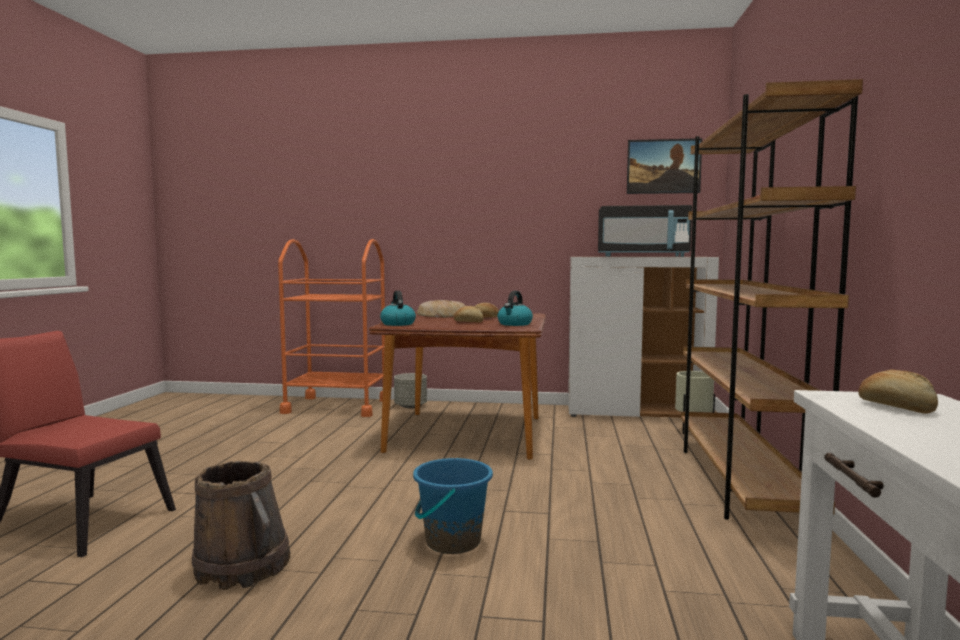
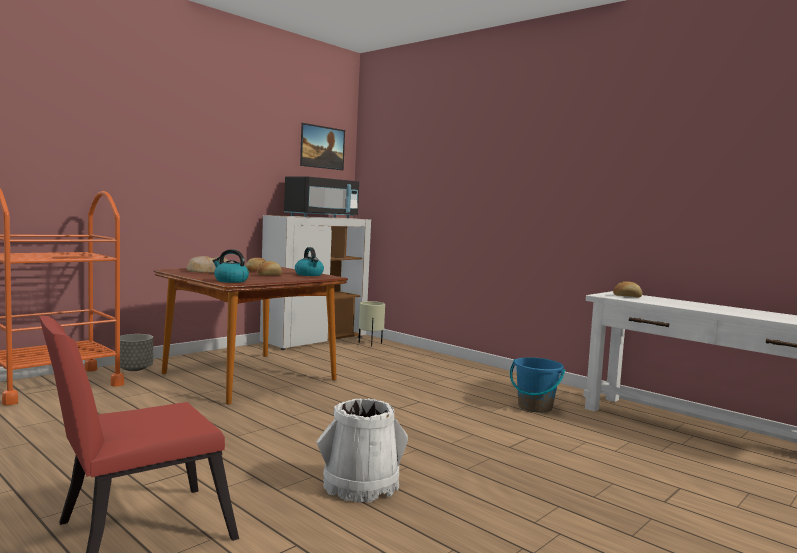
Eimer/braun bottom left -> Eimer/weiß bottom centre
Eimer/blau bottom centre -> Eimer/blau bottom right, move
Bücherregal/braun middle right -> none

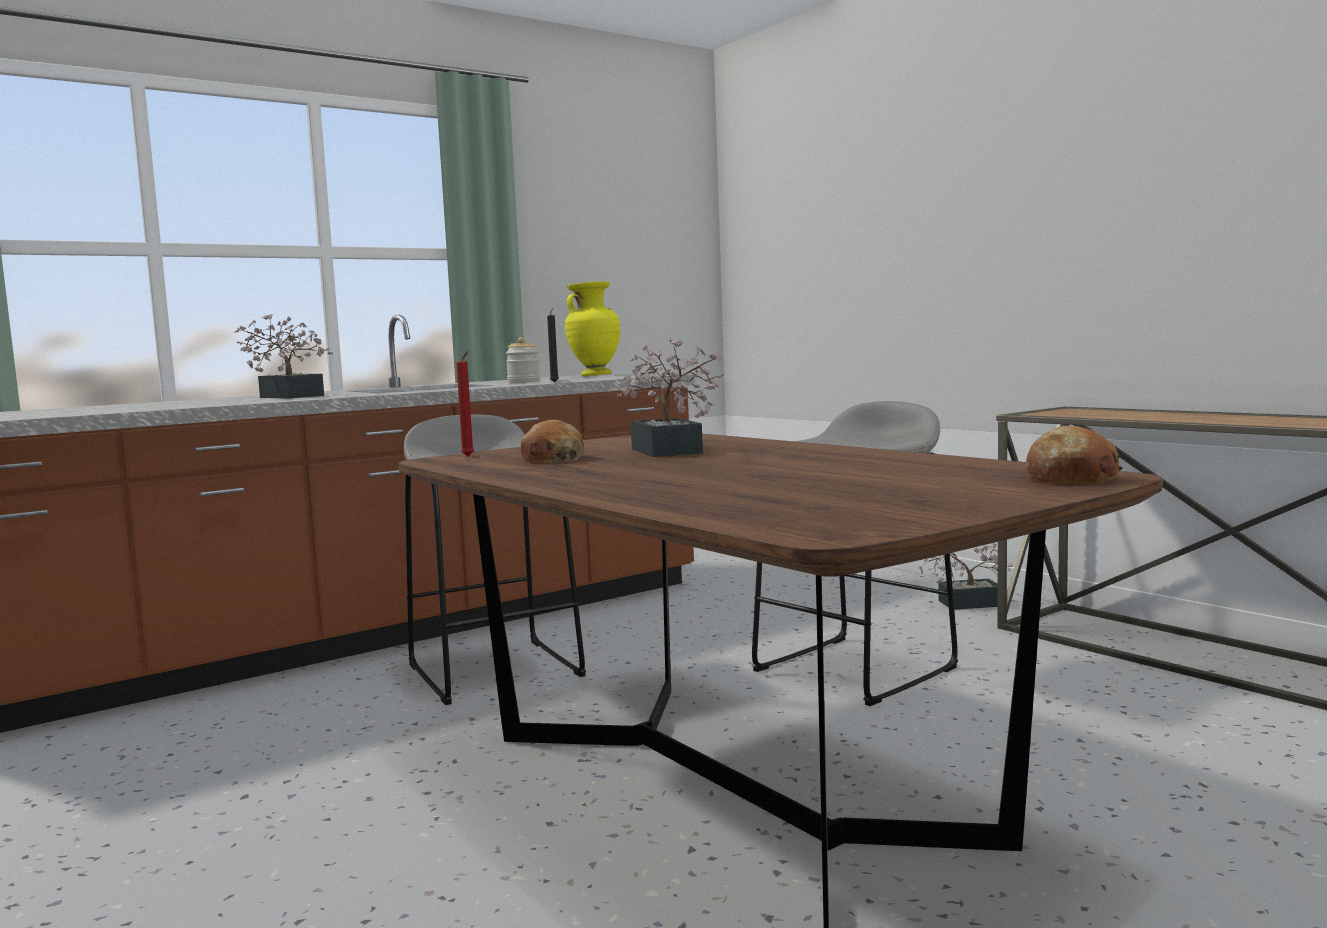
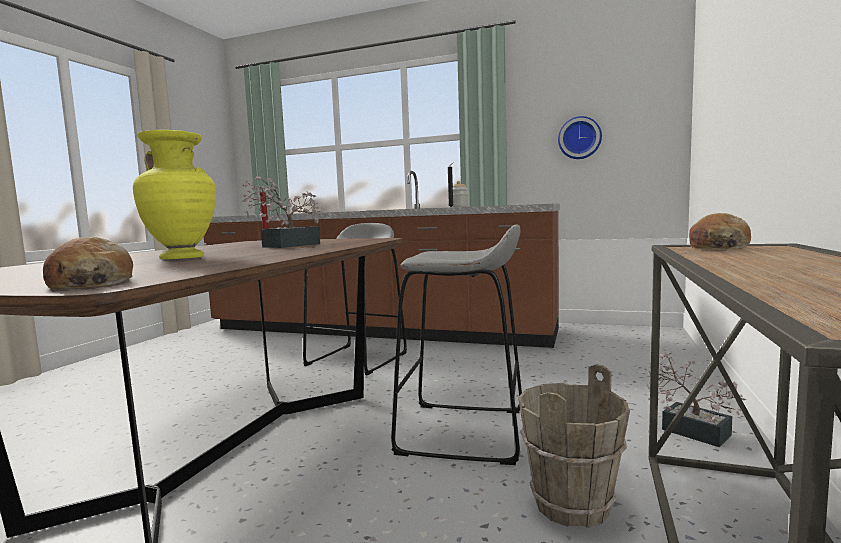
Topfpflanze (1st from left) middle left -> none
Brot (1st from left in the first image) centre -> Brot (2nd from left) middle right, move
Vase/gelb centre -> Vase/gelb middle left, move
none -> Eimer/braun bottom right
none -> Wanduhr top right

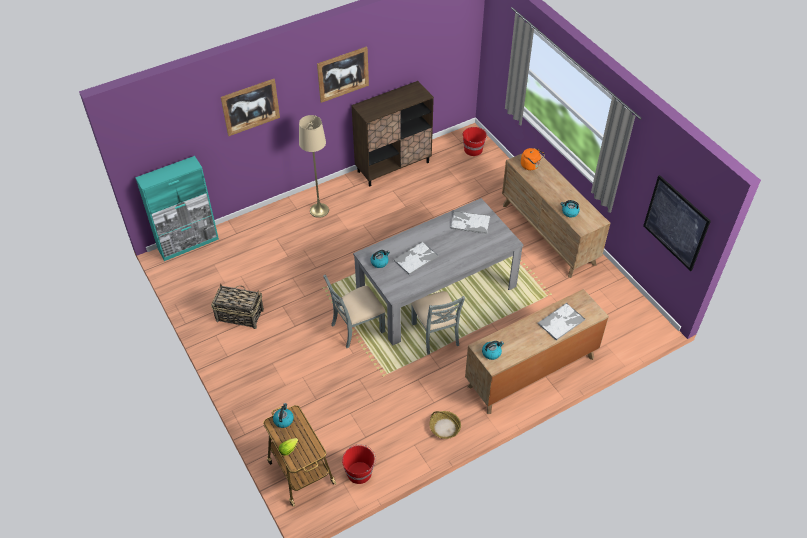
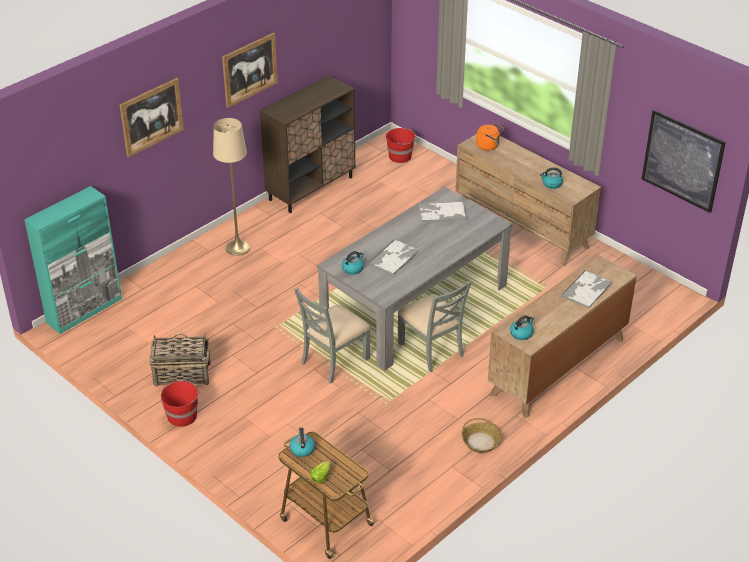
Eimer/rot (1st from left) bottom centre -> Eimer/rot (1st from left) bottom left, move

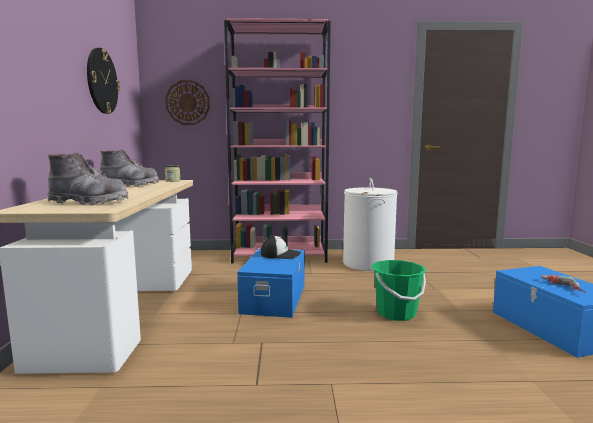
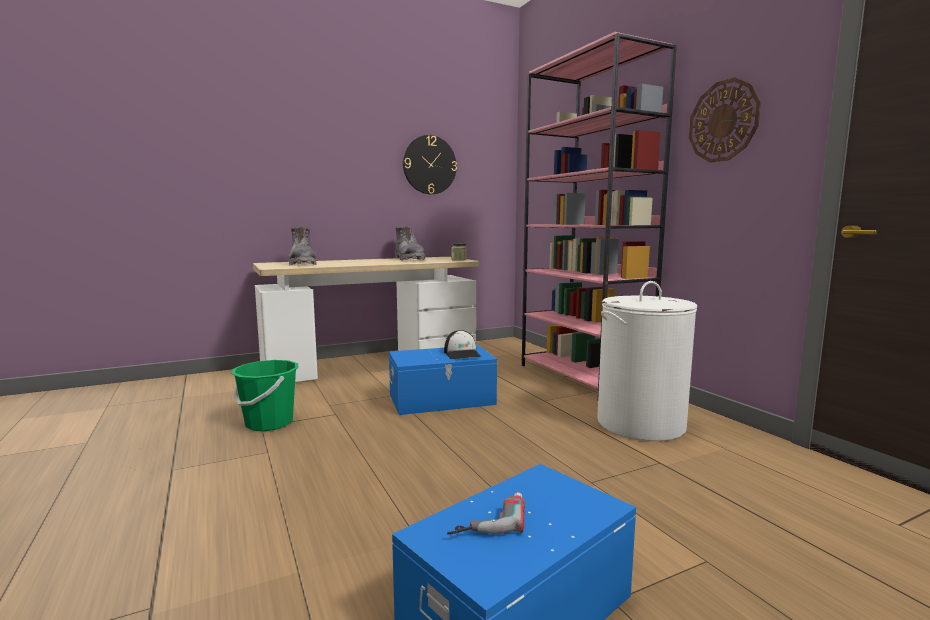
Wanduhr (2nd from left) top left -> Wanduhr (2nd from left) top right, move
Eimer/grün bottom right -> Eimer/grün middle left, move

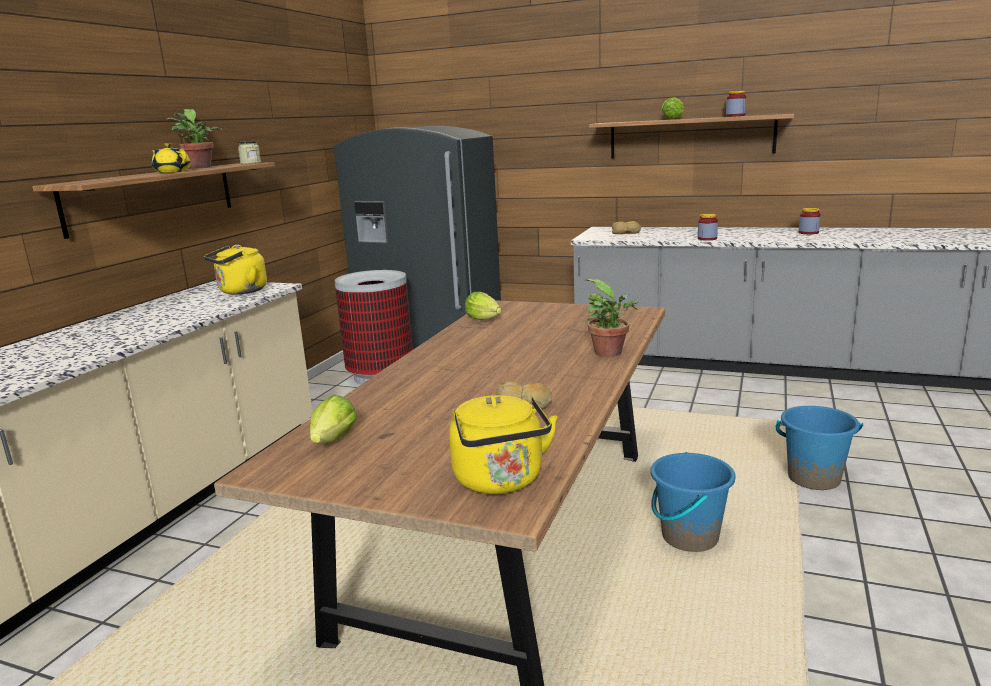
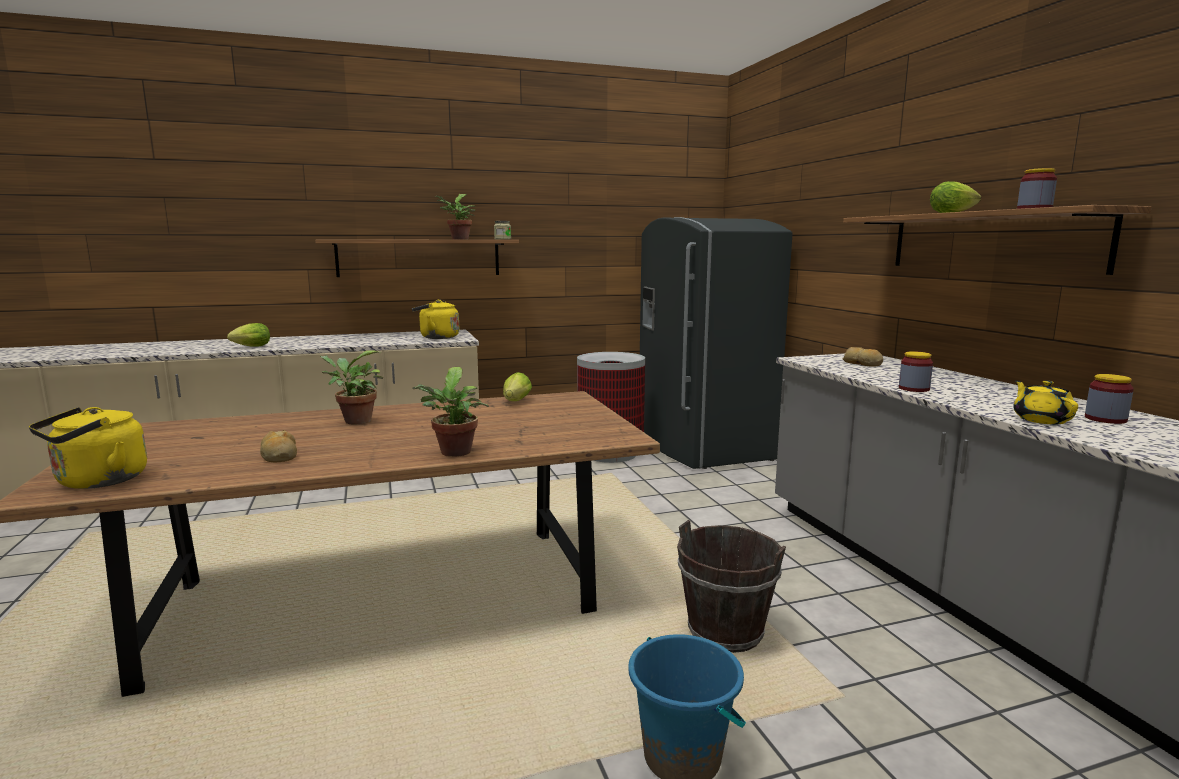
Teekanne/gelb top left -> Teekanne/gelb middle right, move
Salatkopf (1st from left) centre -> Salatkopf (1st from left) middle left, move
Eimer/blau (1st from left) bottom right -> none
none -> Topfpflanze (1st from left) middle left
none -> Eimer/braun bottom centre

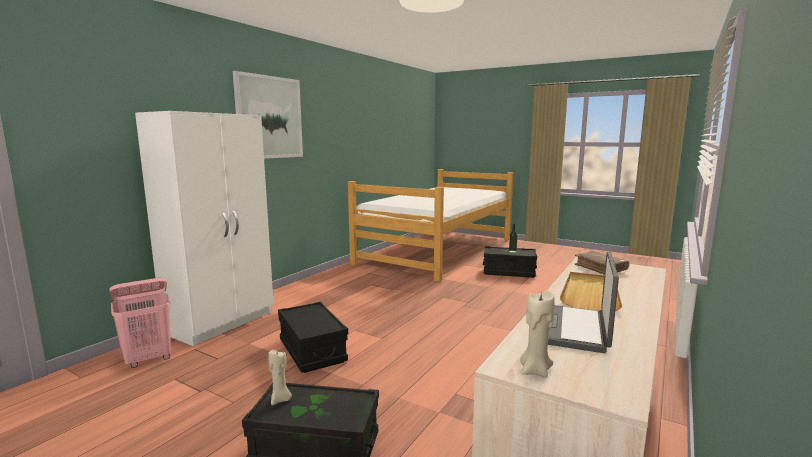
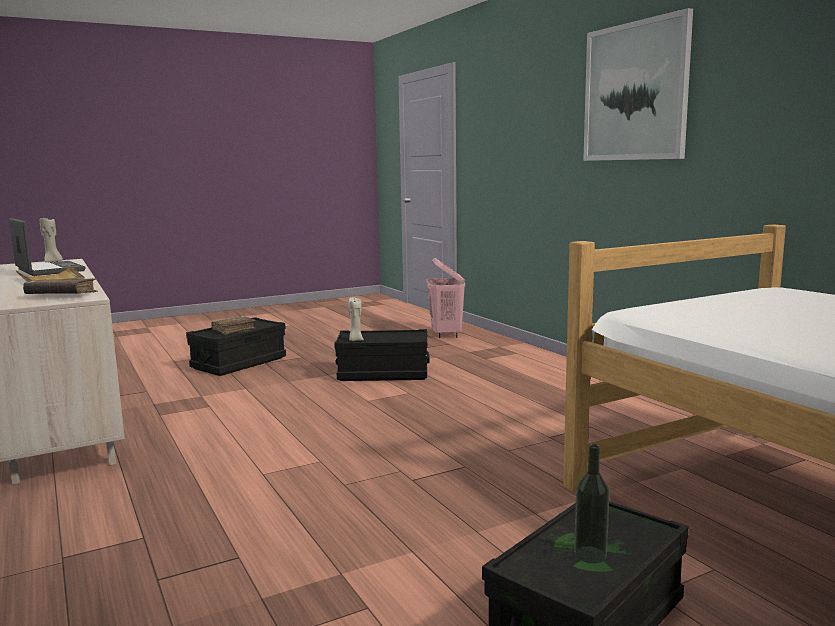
Kleiderschrank/weiß middle left -> none
Kerze/beige (1st from left in the first image) bottom centre -> Kerze/beige (2nd from left) centre, move
none -> Buch/braun (2nd from left) middle left

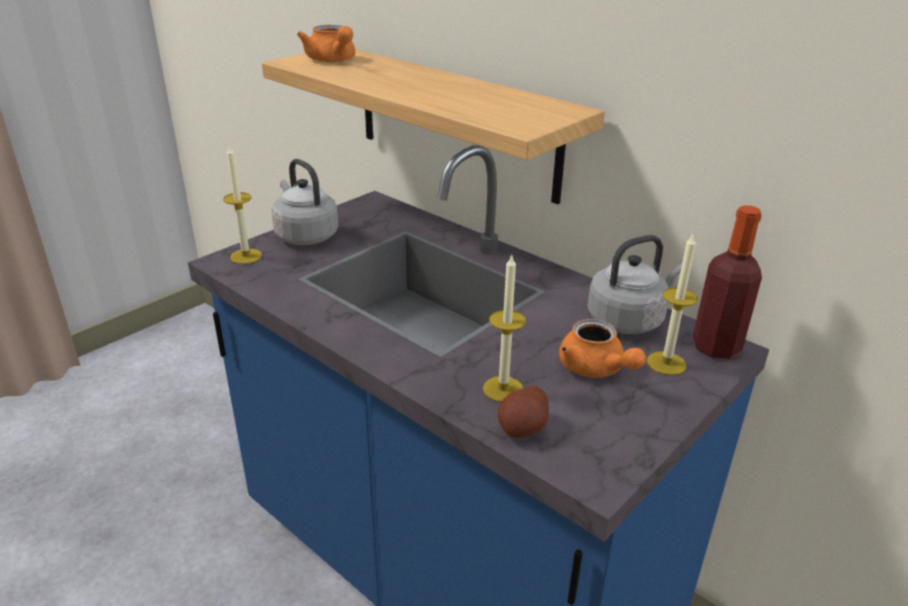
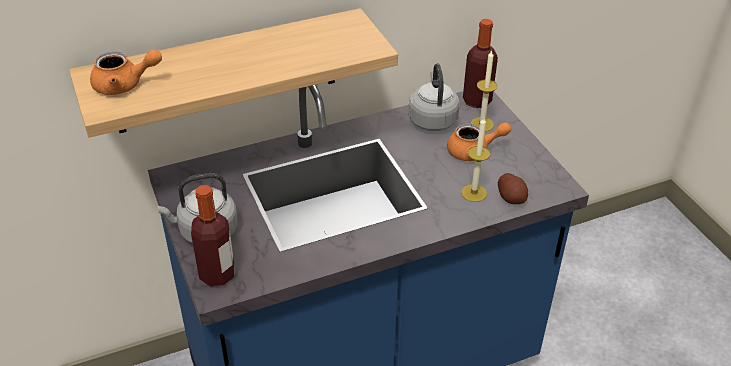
Kerze (1st from left) middle left -> Flasche (1st from left) middle left

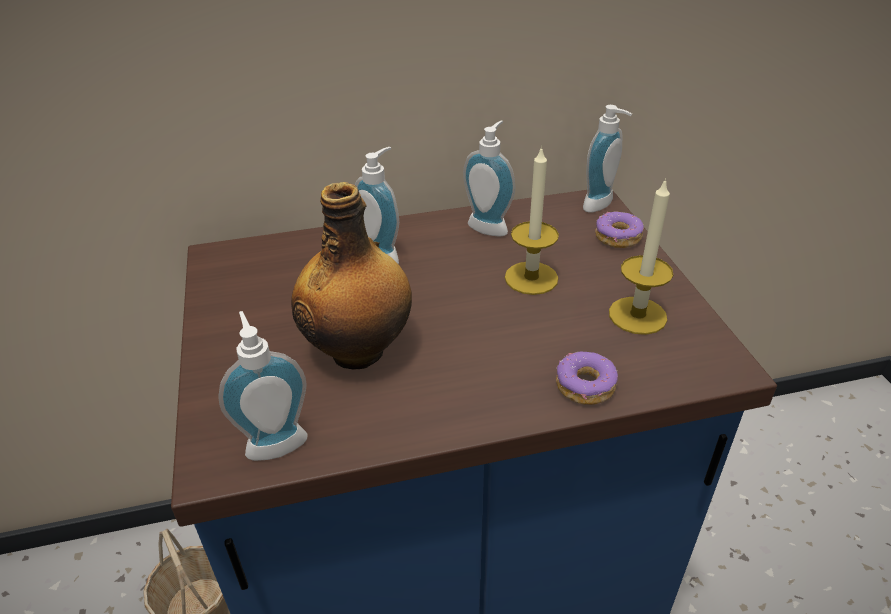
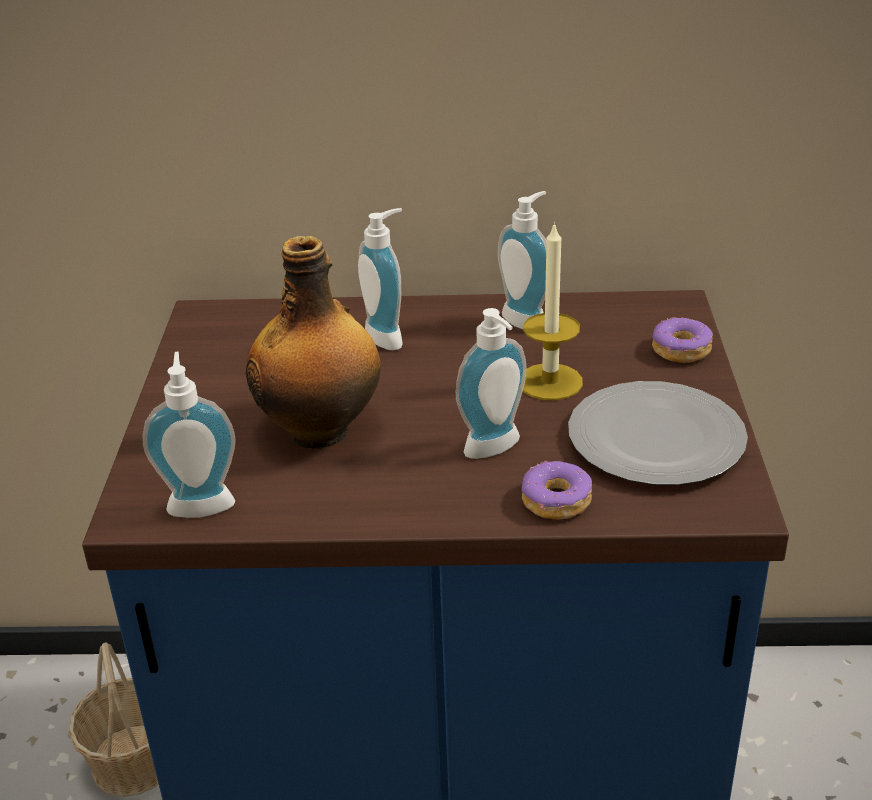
Seifenspender (4th from left in the first image) top right -> Seifenspender (3rd from left) centre, move
Kerze (2nd from left) middle right -> Teller middle right

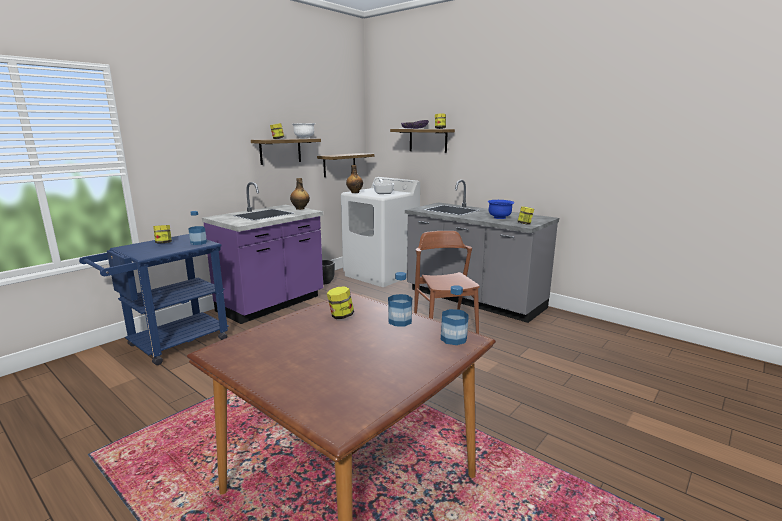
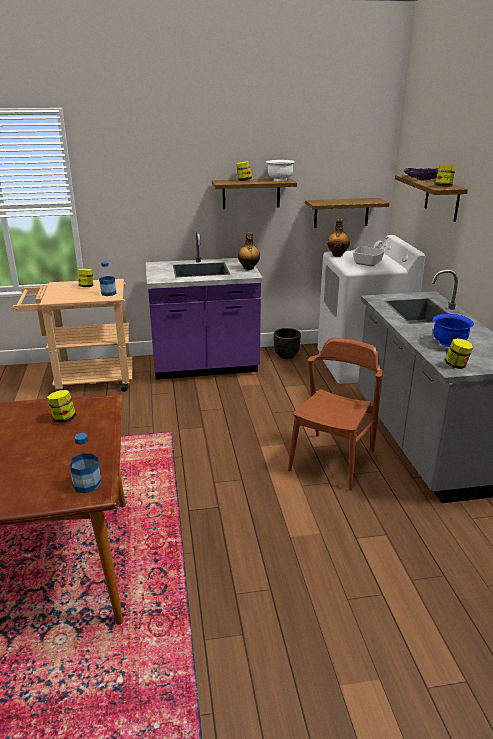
Rollwagen/blau middle left -> Rollwagen/beige middle left
Flasche (4th from left) centre -> none

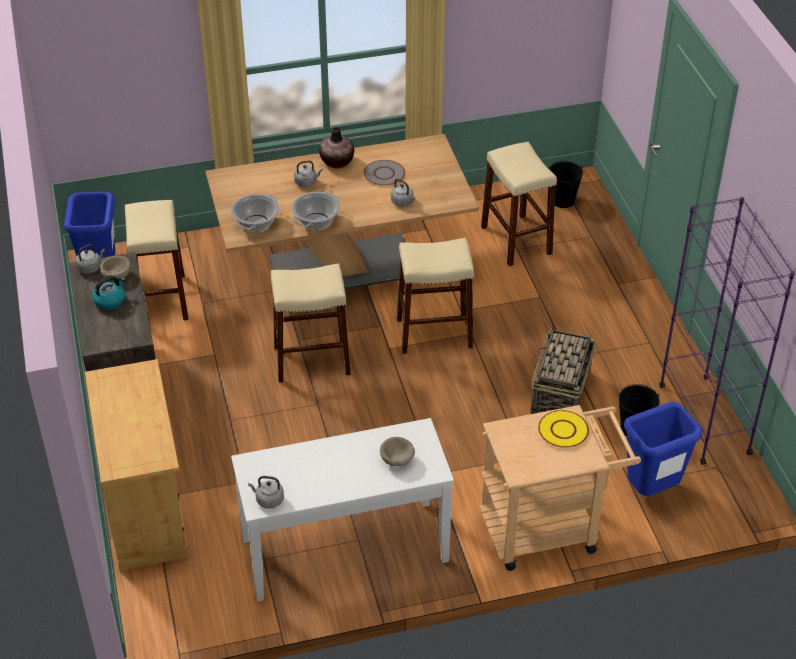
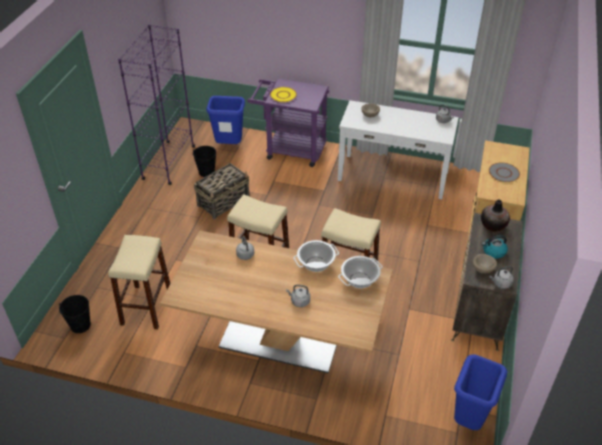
Hocker/beige (1st from left) middle left -> none
Vase top centre -> Vase middle right, move
Teller/grau top centre -> Teller/grau middle right, move
Rollwagen/beige bottom right -> Rollwagen/lila top centre

